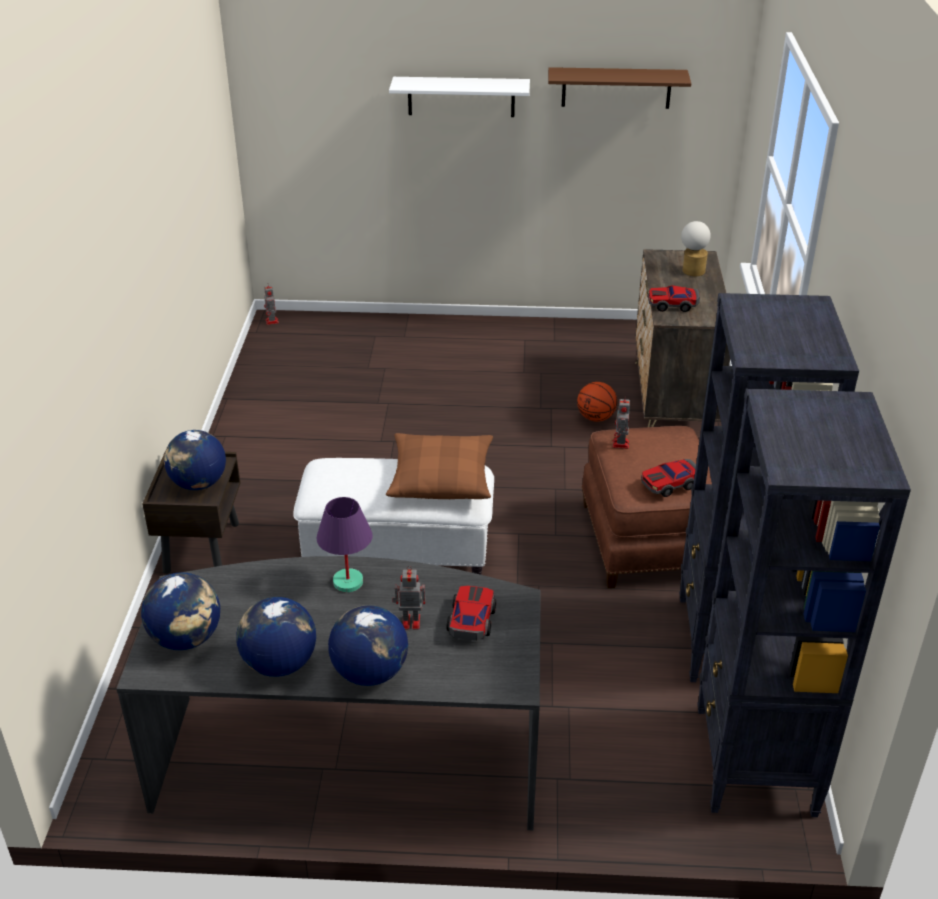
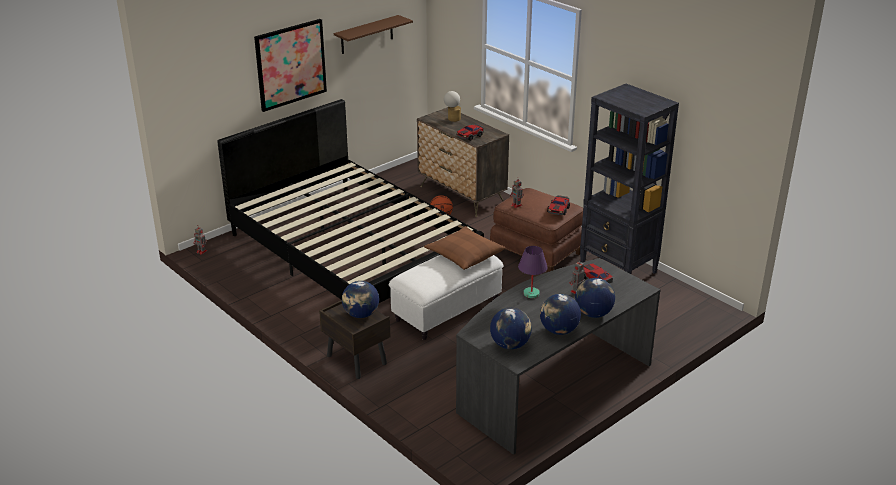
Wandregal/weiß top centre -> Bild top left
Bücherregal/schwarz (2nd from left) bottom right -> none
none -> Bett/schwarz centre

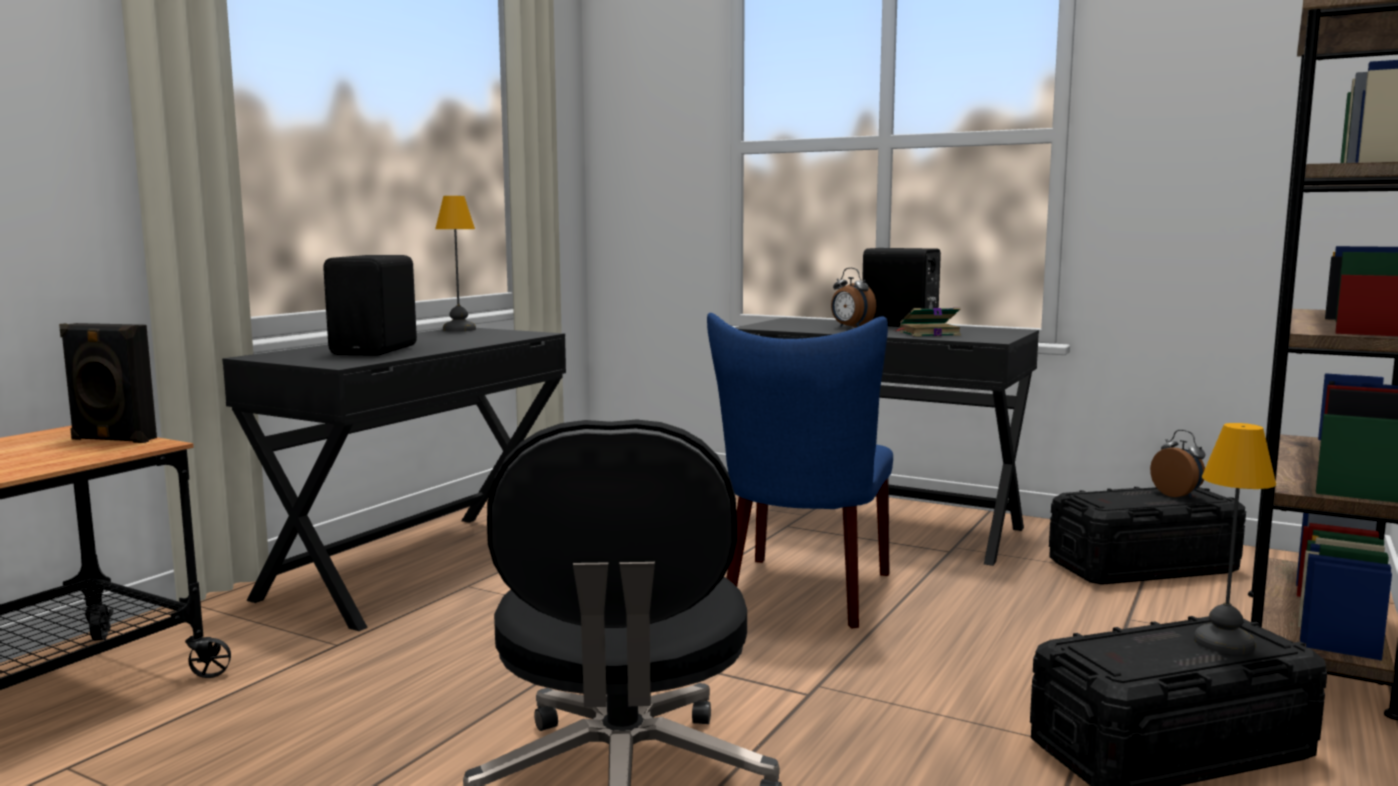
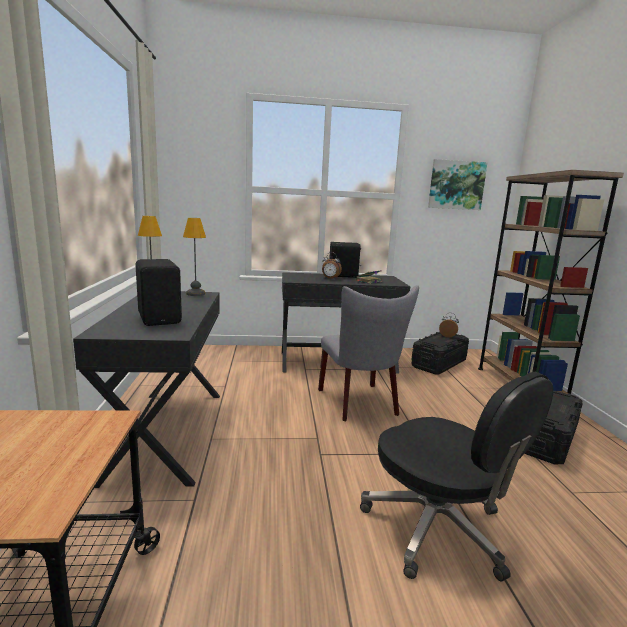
Lautsprecher/schwarz (1st from left) middle left -> none
Stuhl/blau centre -> Stuhl/grau centre
Tischlampe (2nd from left) bottom right -> Tischlampe (2nd from left) middle left, move
none -> Bild top right

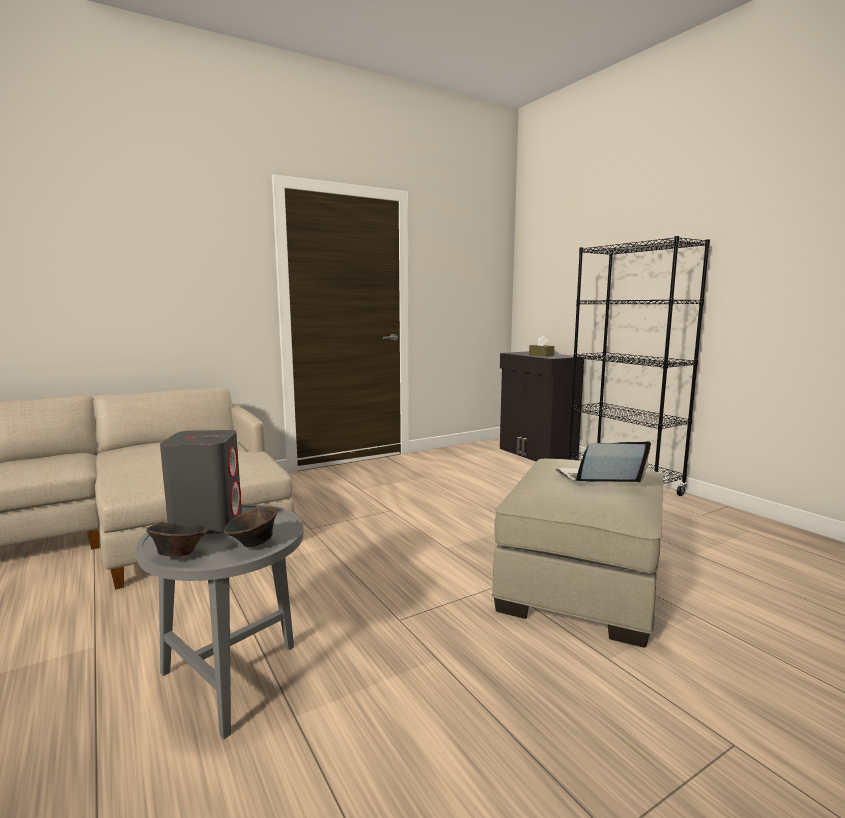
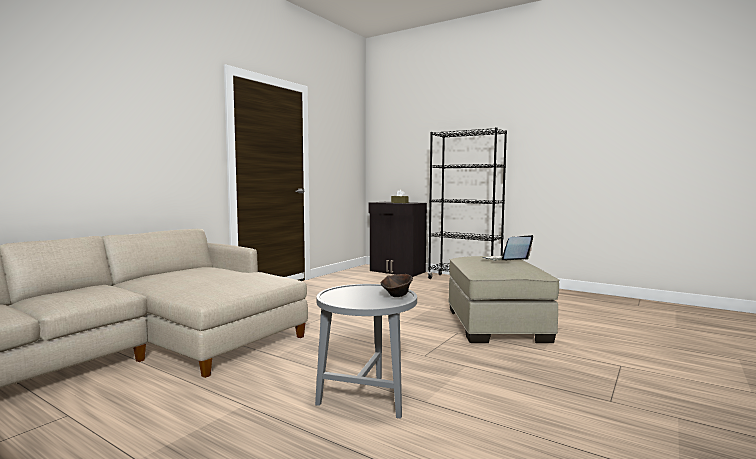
Schüssel/braun (1st from left) middle left -> none
Lautsprecher/grau middle left -> none

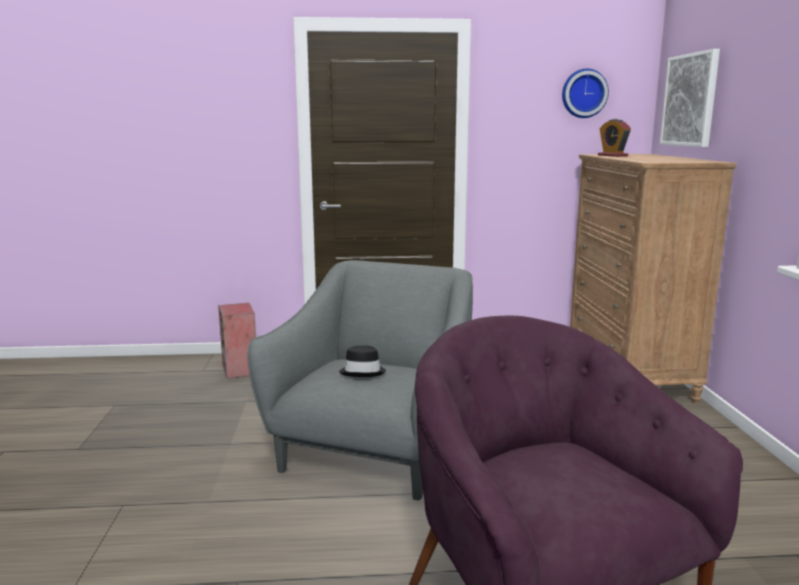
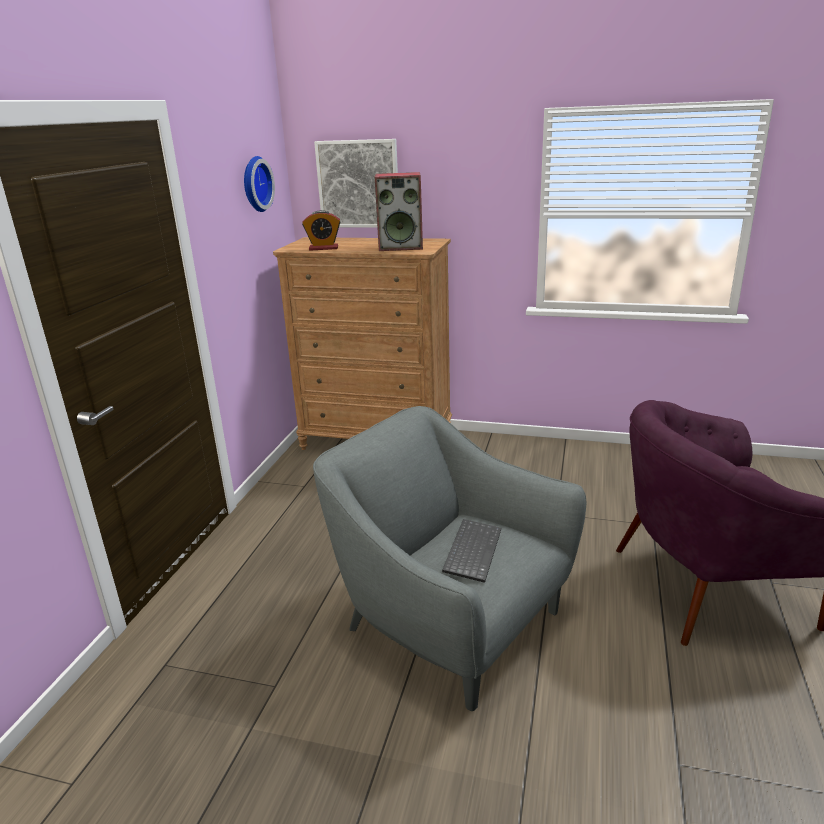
Lautsprecher middle left -> Lautsprecher top centre, move
Hut/schwarz centre -> Tastatur bottom centre

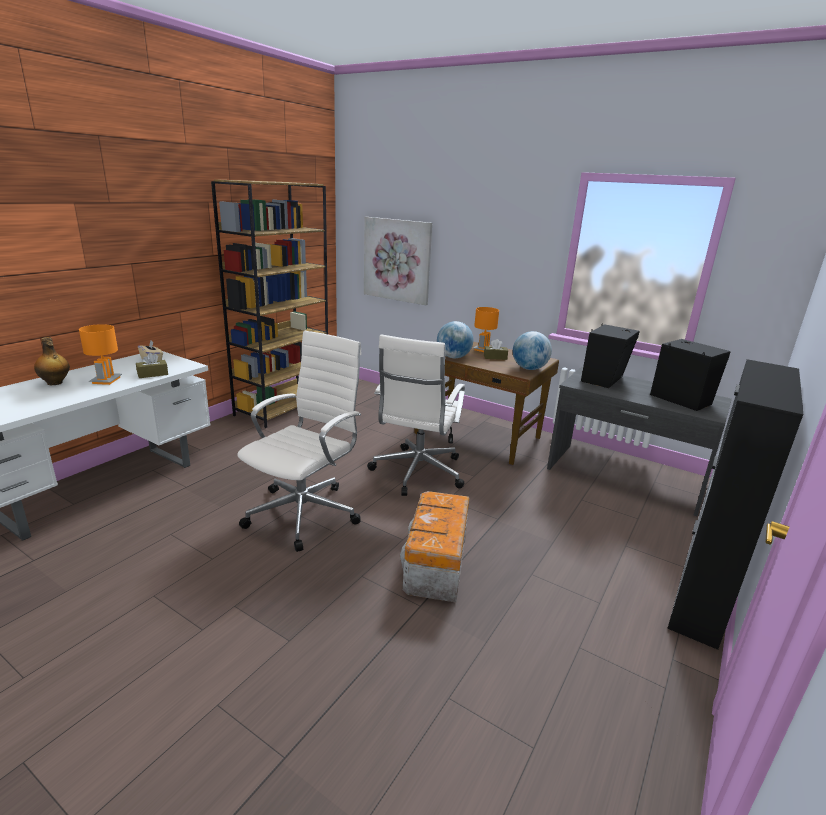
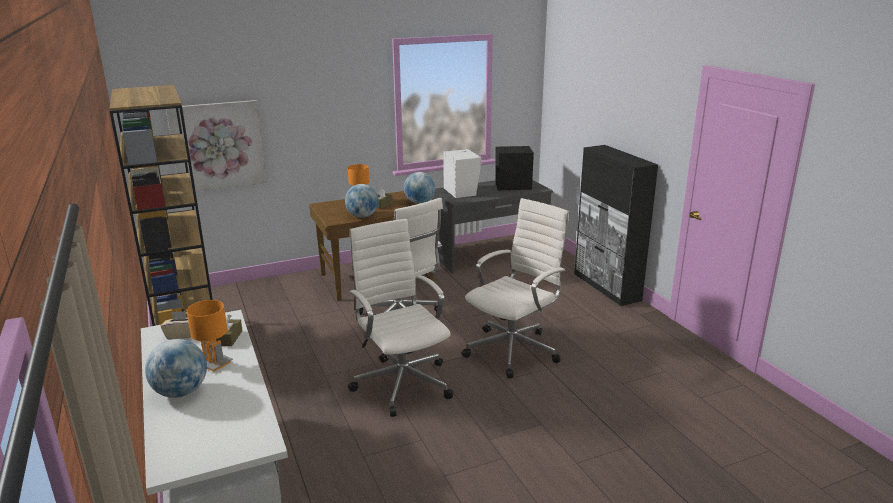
Flasche middle left -> Globus (1st from left) bottom left
Aufbewahrungsbox bottom centre -> Bürostuhl/weiß (3rd from left) centre
Lautsprecher/schwarz (1st from left) middle right -> Lautsprecher/weiß centre

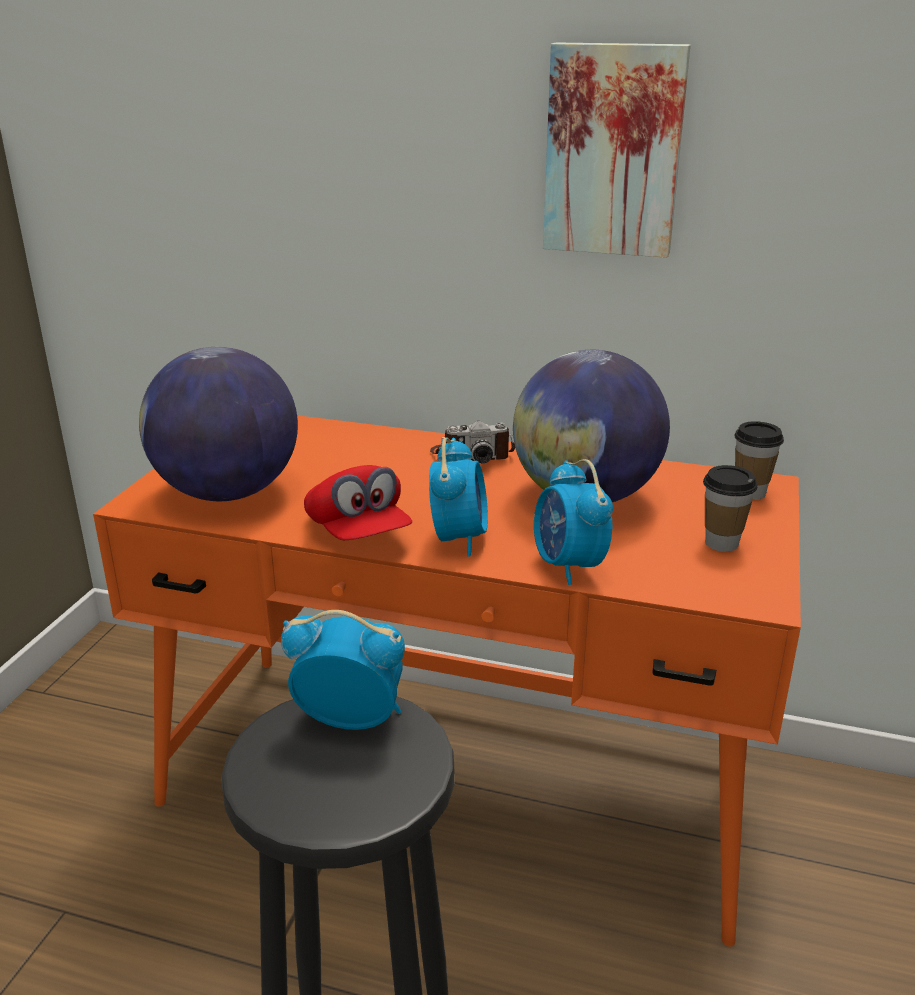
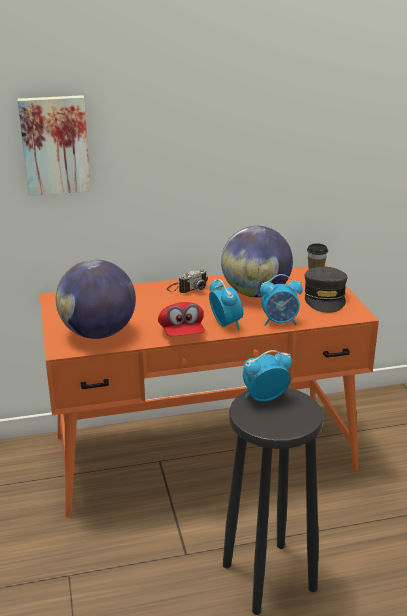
Kappe/rot centre, 45 degrees clockwise
Wecker (3rd from left) centre -> Wecker (3rd from left) middle right, 45 degrees counterclockwise
Bild top right -> Bild top left, move
Tasse (1st from left) middle right -> Kappe/grau middle right

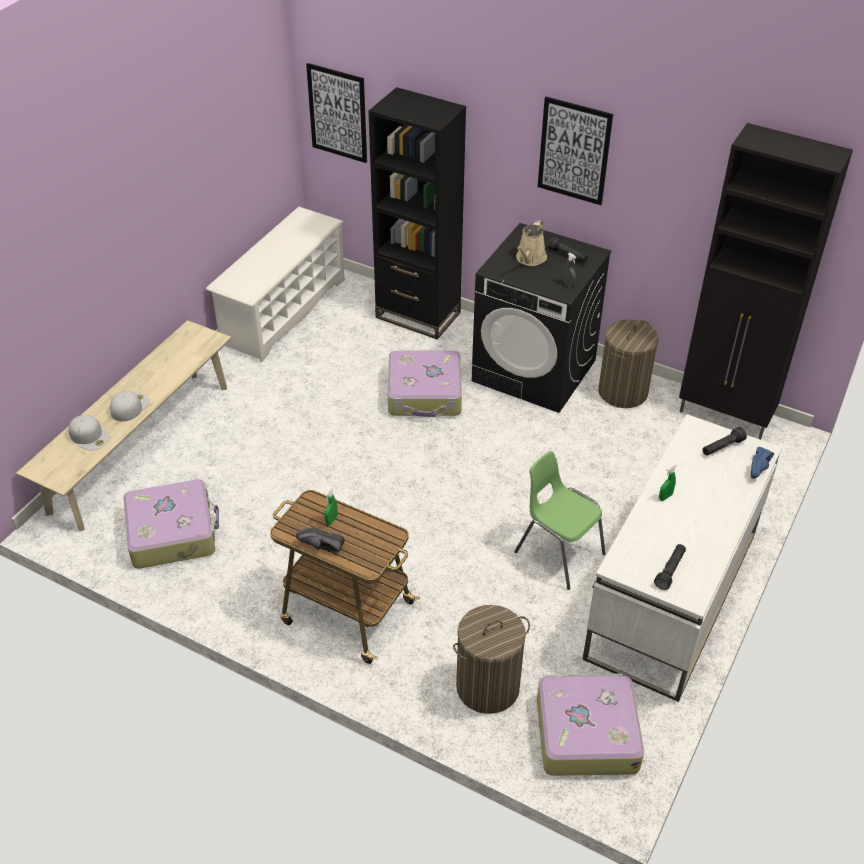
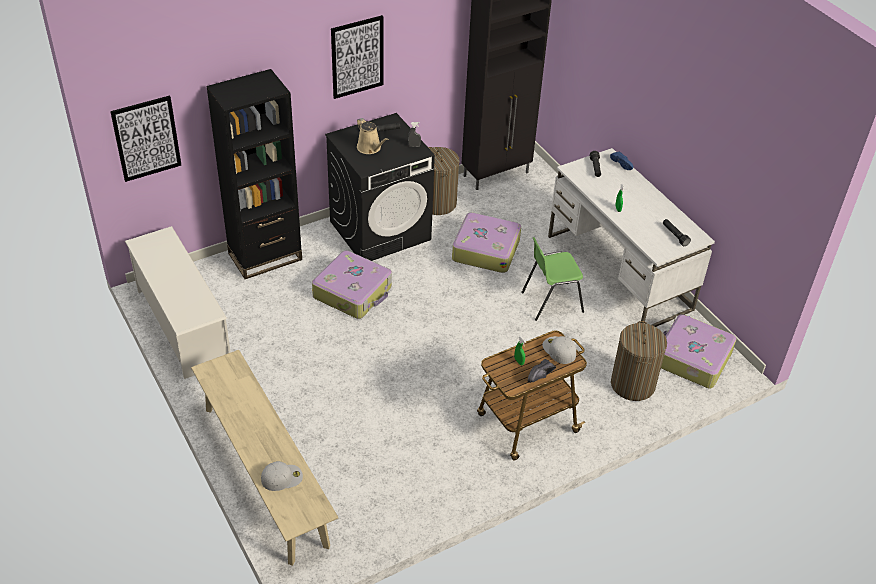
Kappe/weiß (2nd from left) middle left -> Kappe/weiß (2nd from left) centre, move
Koffer (1st from left in the first image) middle left -> Koffer (2nd from left) centre, move

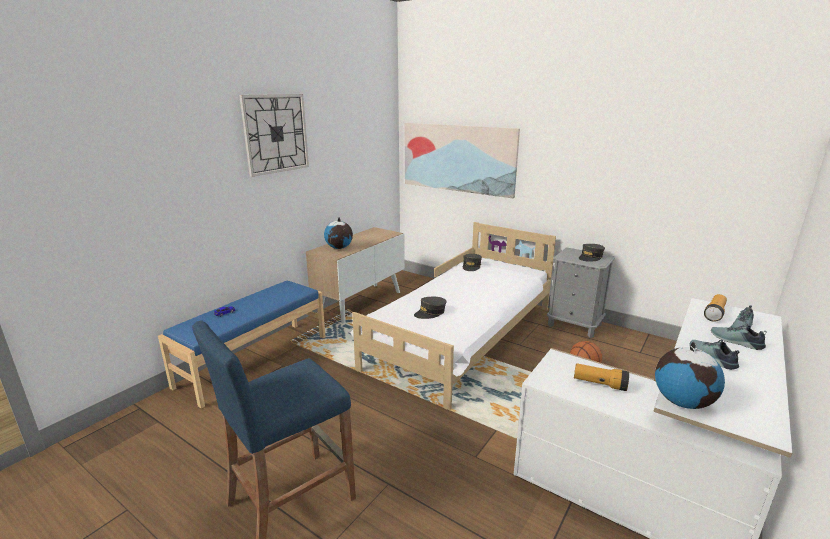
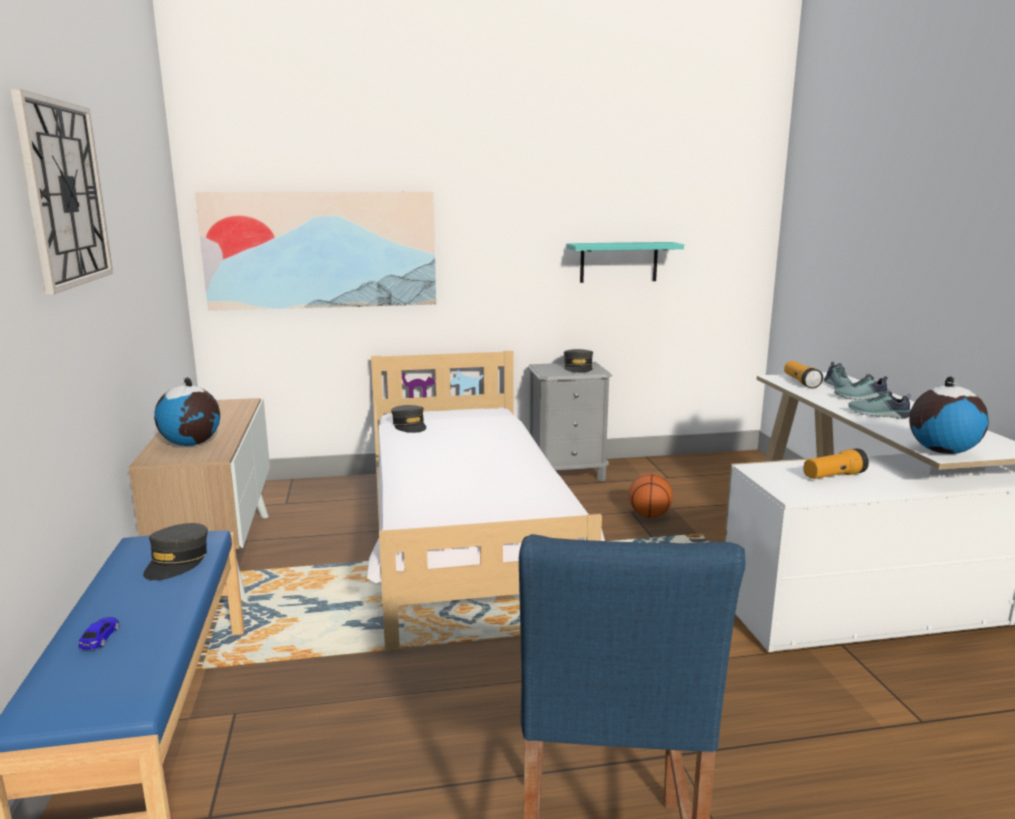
Kappe/grau (1st from left) centre -> Kappe/grau (1st from left) bottom left, move
none -> Wandregal/türkis top centre

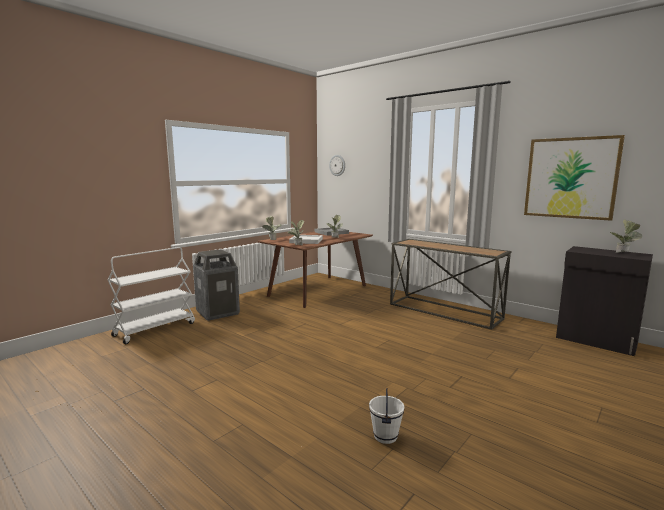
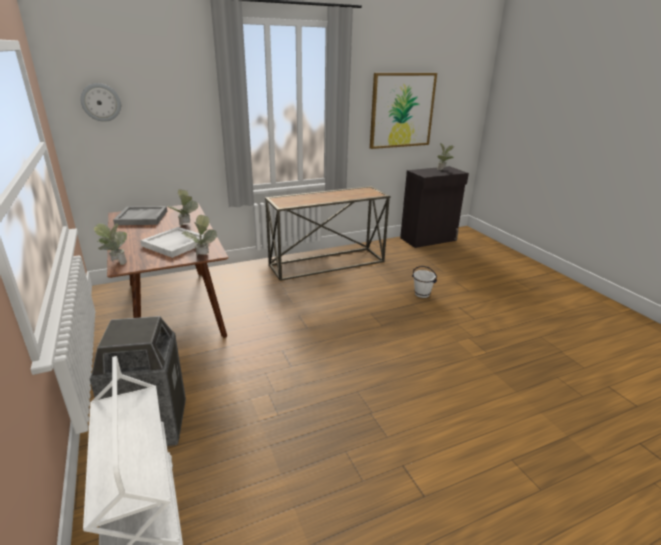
Eimer/weiß bottom centre -> Eimer/weiß centre, move

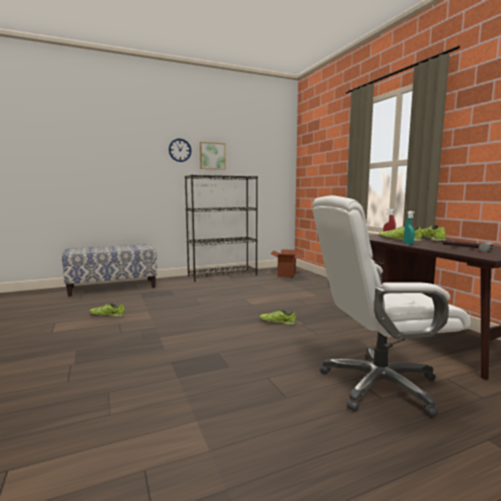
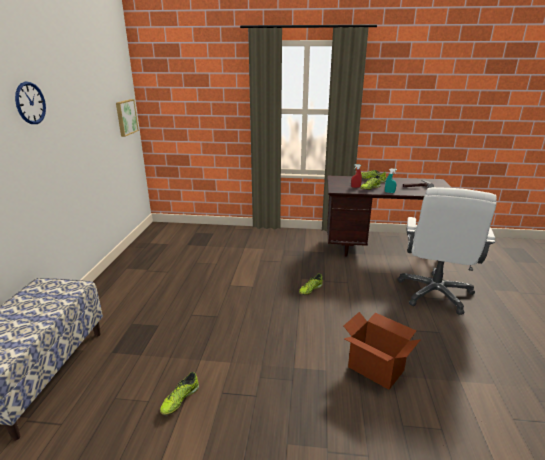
Bücherregal/schwarz centre -> none
Bild top centre -> Bild top left, move
Karton centre -> Karton bottom right, move

